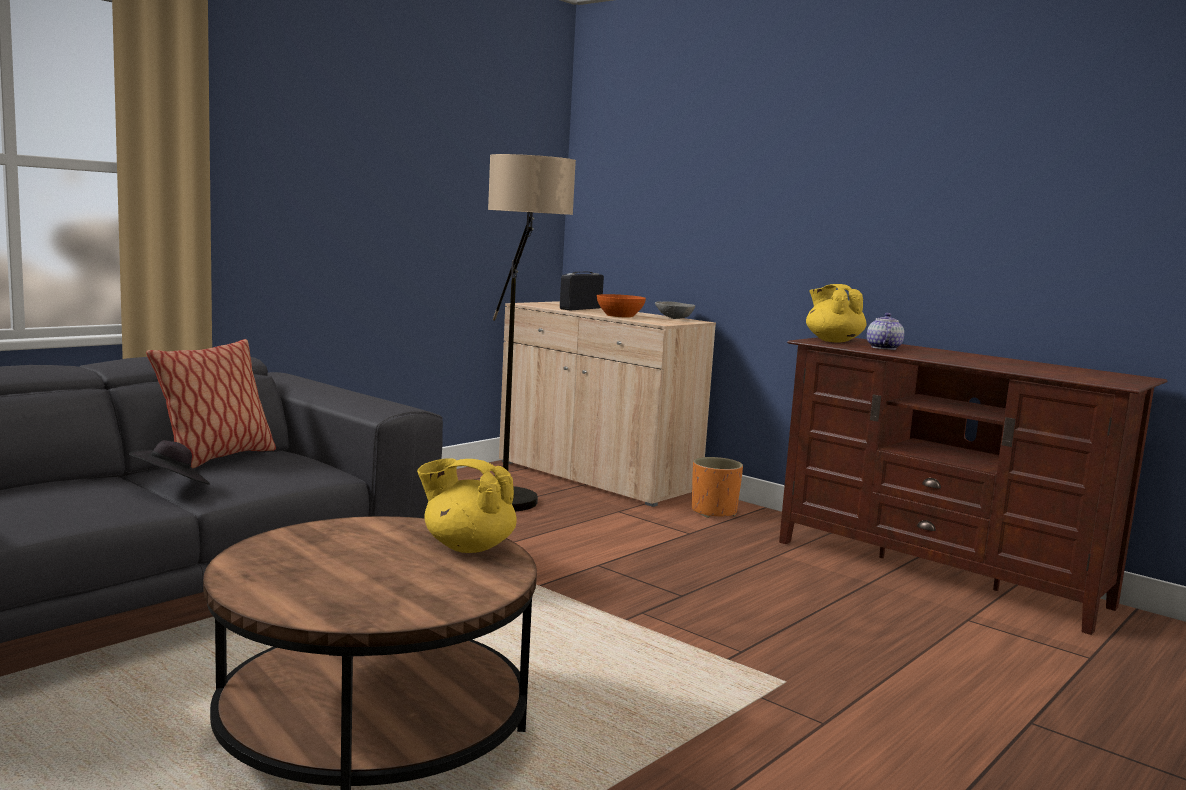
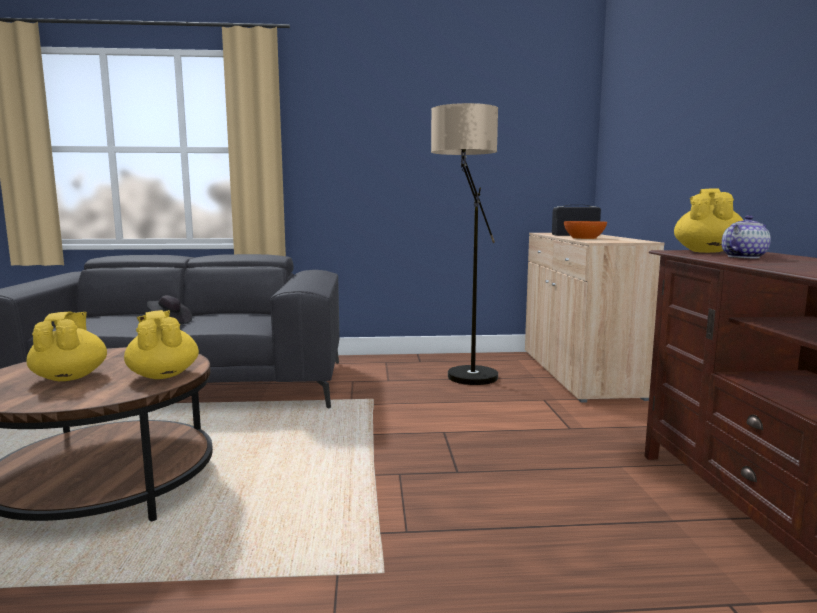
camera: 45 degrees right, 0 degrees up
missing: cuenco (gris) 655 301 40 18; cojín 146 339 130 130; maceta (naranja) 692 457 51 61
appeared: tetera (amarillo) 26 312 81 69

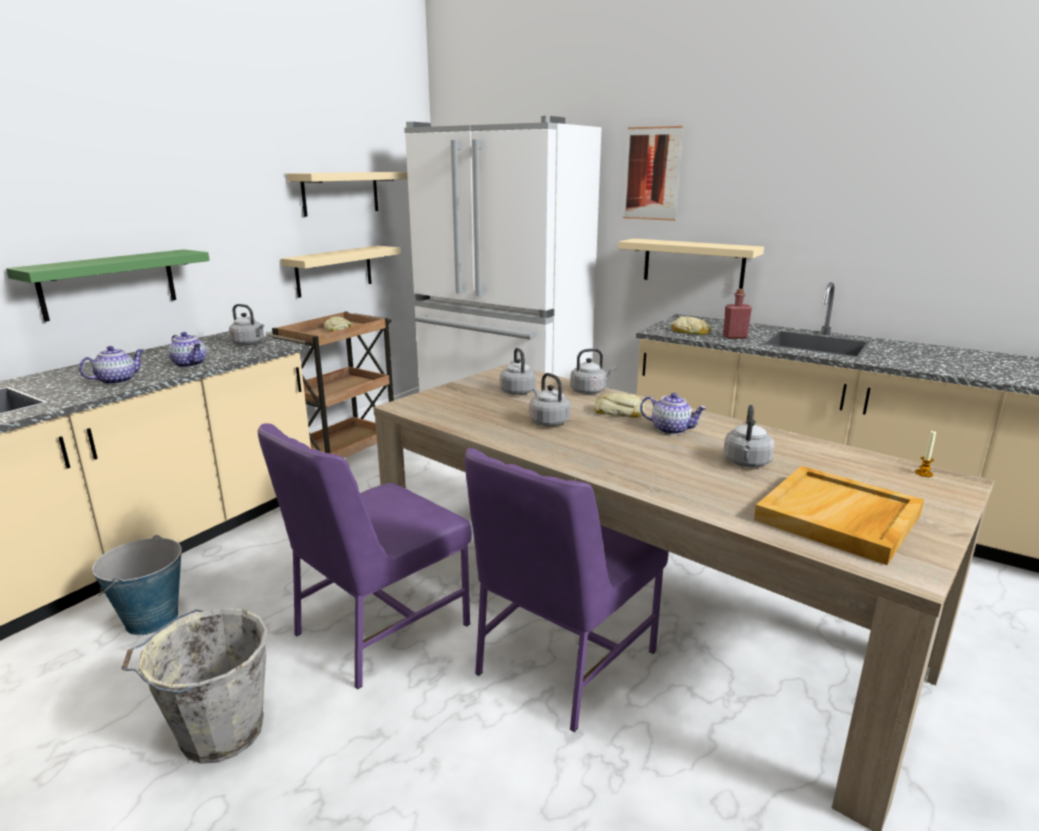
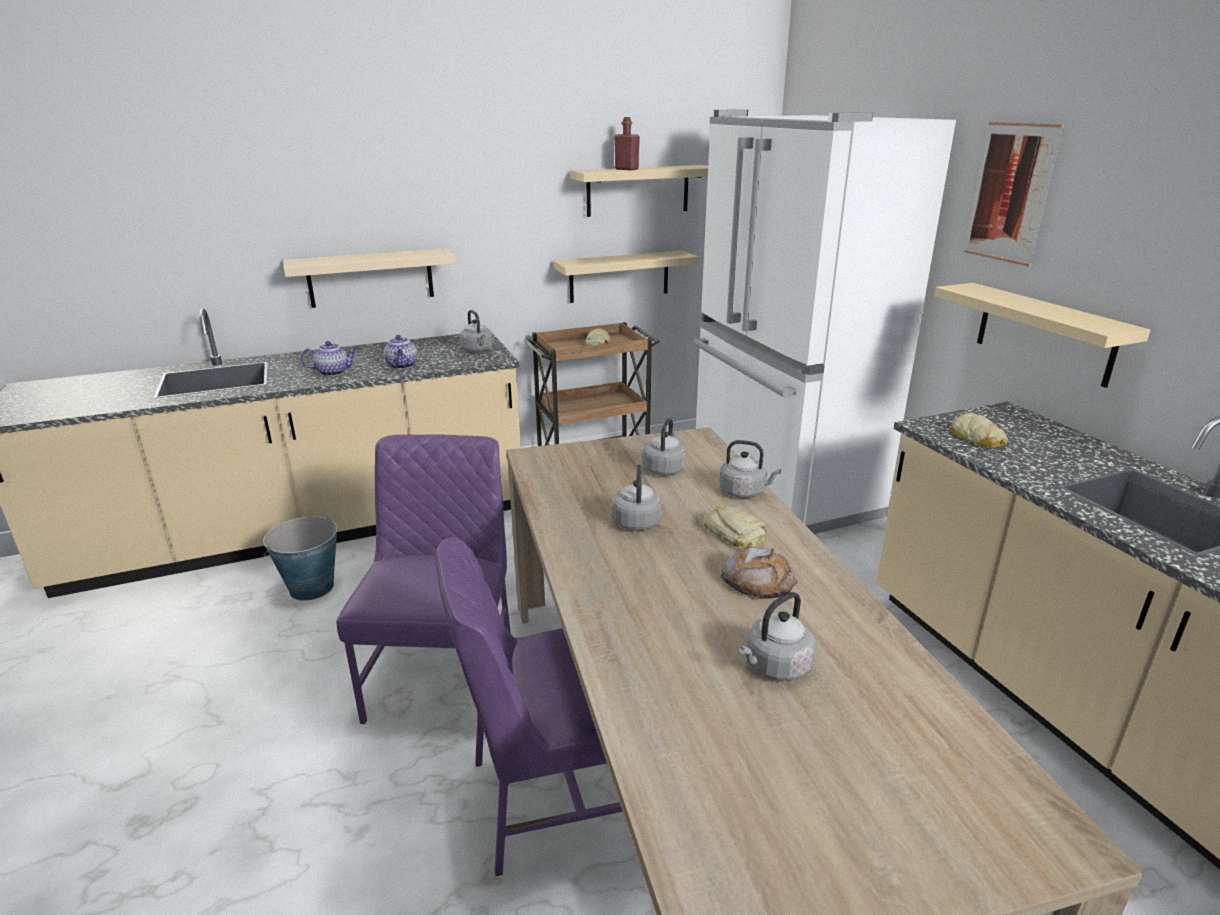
camera: 35 degrees right, 5 degrees up
missing: vela 915 431 21 46; bandeja (beis) 754 466 170 99; cubo (gris) 121 608 147 156
relocated: botella (rojo) 723 289 29 50 to 614 117 26 53
exchanged: tetera 640 393 67 42 to pan 721 546 77 54
colour: estante (verde) 6 249 204 73 to estante (beis) 283 248 172 60
spun: silla (morado) 258 423 214 267 = 336 434 175 290 105 degrees clockwise

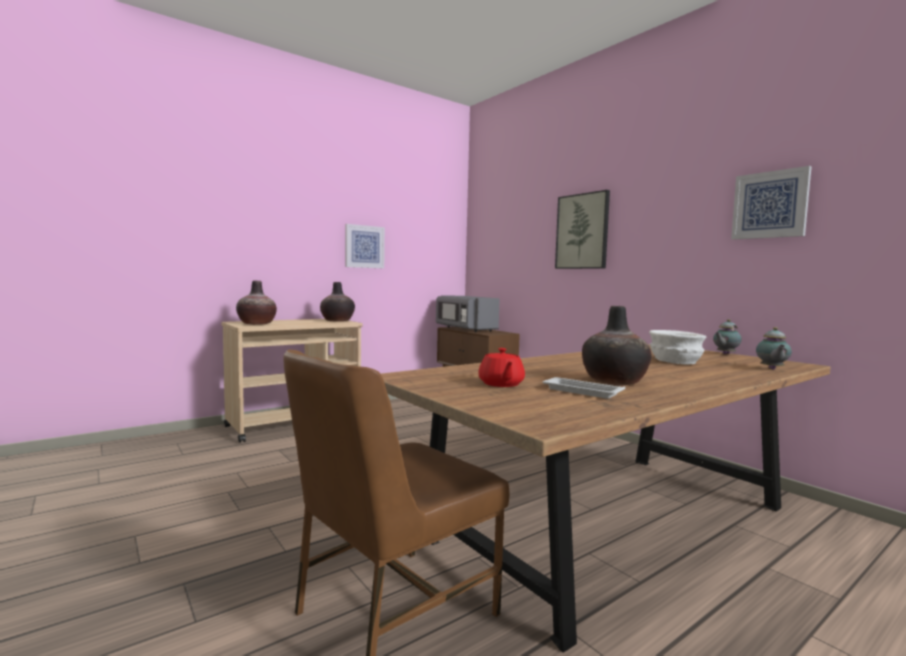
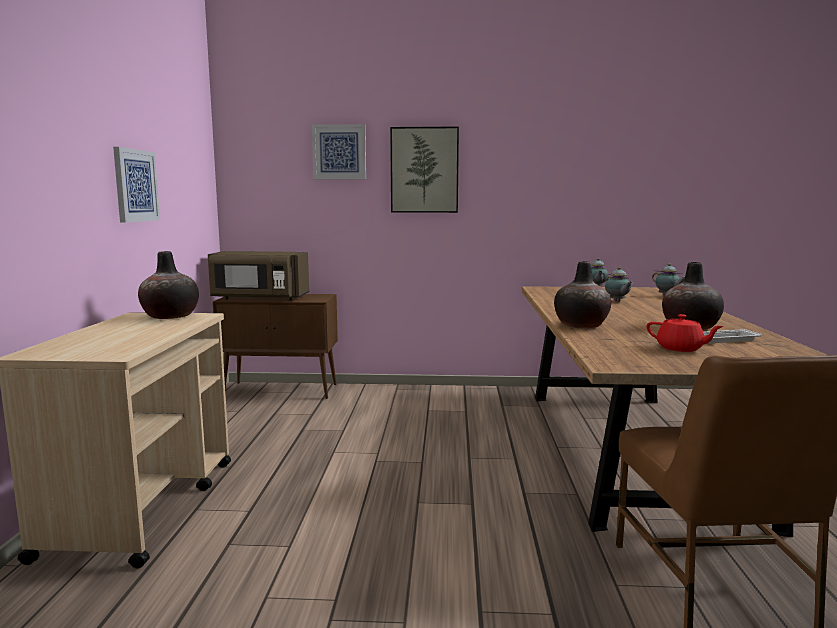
camera: 50 degrees left, 5 degrees up
relocated: cuadro 731 166 80 74 to 312 124 54 55; florero 236 281 41 44 to 554 261 57 67
exchanged: cuenco (blanco) 649 330 57 34 to tetera 605 267 27 35
colour: microondas (gris) 436 296 64 36 to microondas (marrón) 208 251 101 50

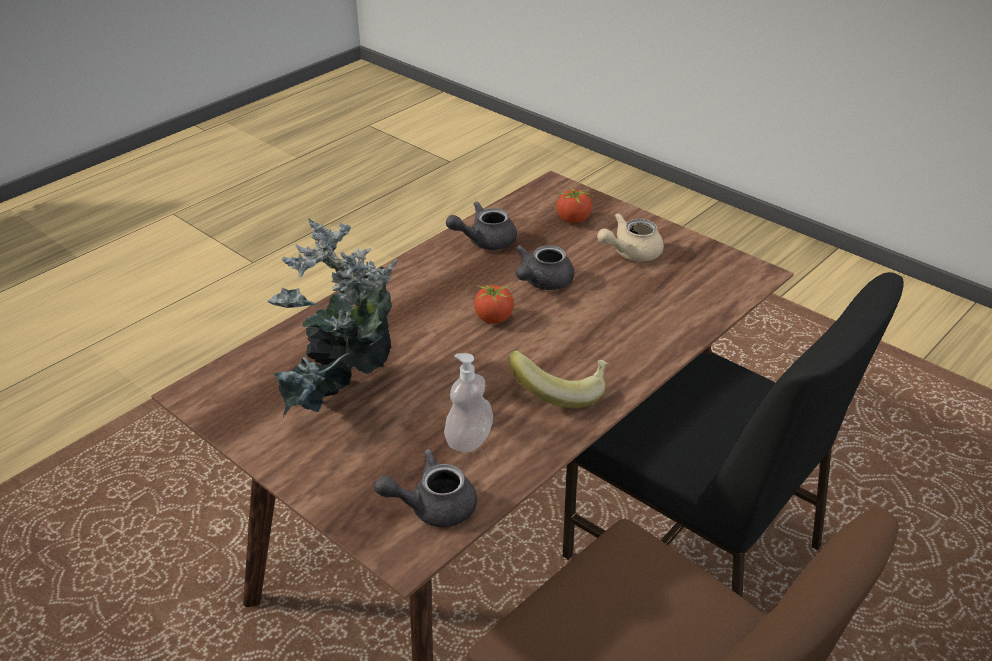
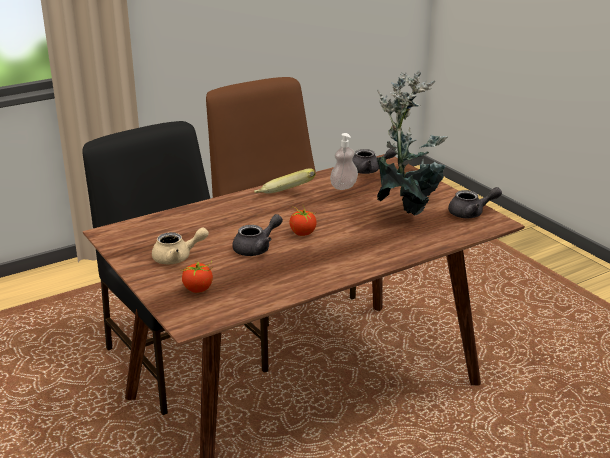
camera: 165 degrees left, 10 degrees down
relocated: tetera (gris) 446 201 71 49 to 448 187 54 31

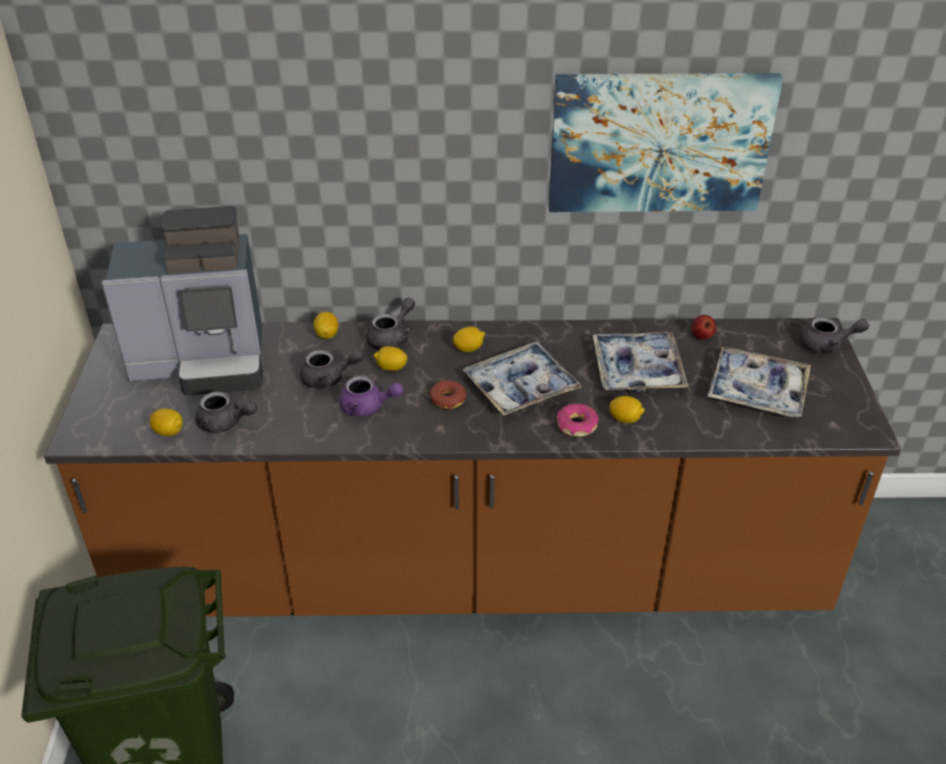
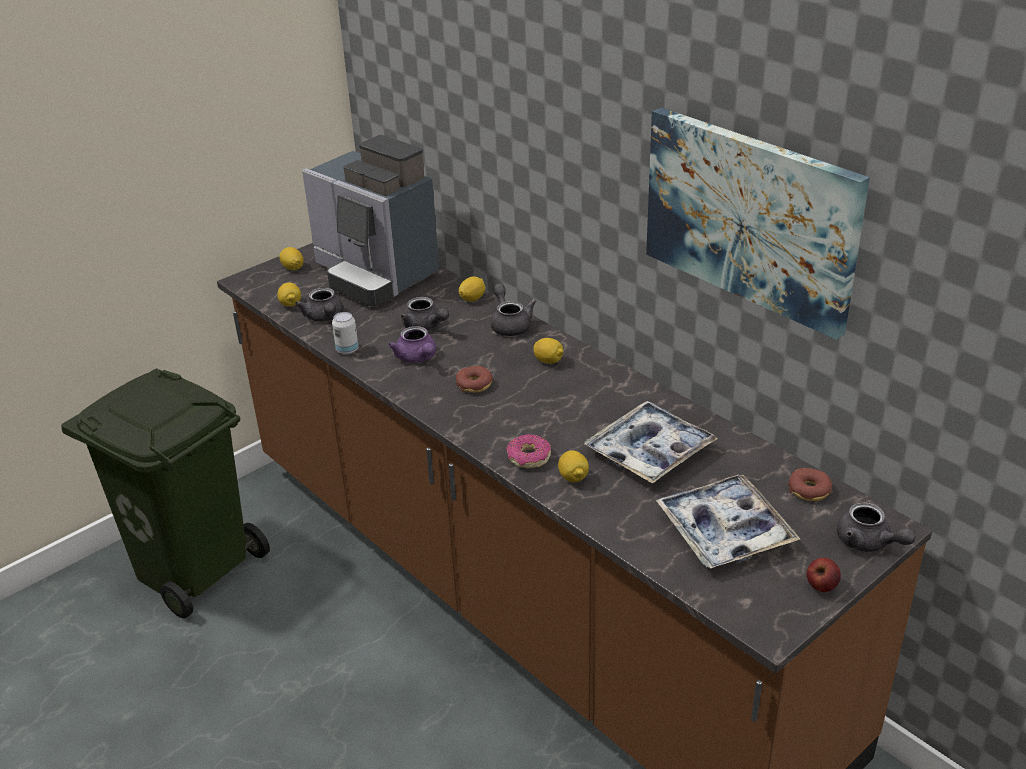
camera: 50 degrees right, 5 degrees down
missing: bandeja 463 342 119 74
appeared: lata 332 312 27 43; rosquilla 788 468 44 33
relocated: manzana 691 315 25 25 to 807 558 34 34; limón 374 346 34 25 to 279 247 25 23
spun: tetera (gris) 366 297 49 53 = 491 284 45 52 105 degrees counterclockwise

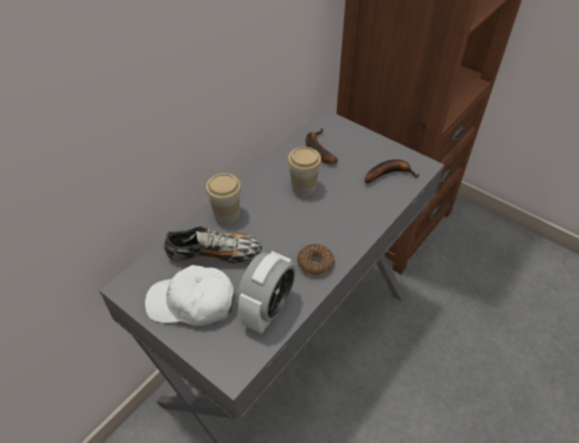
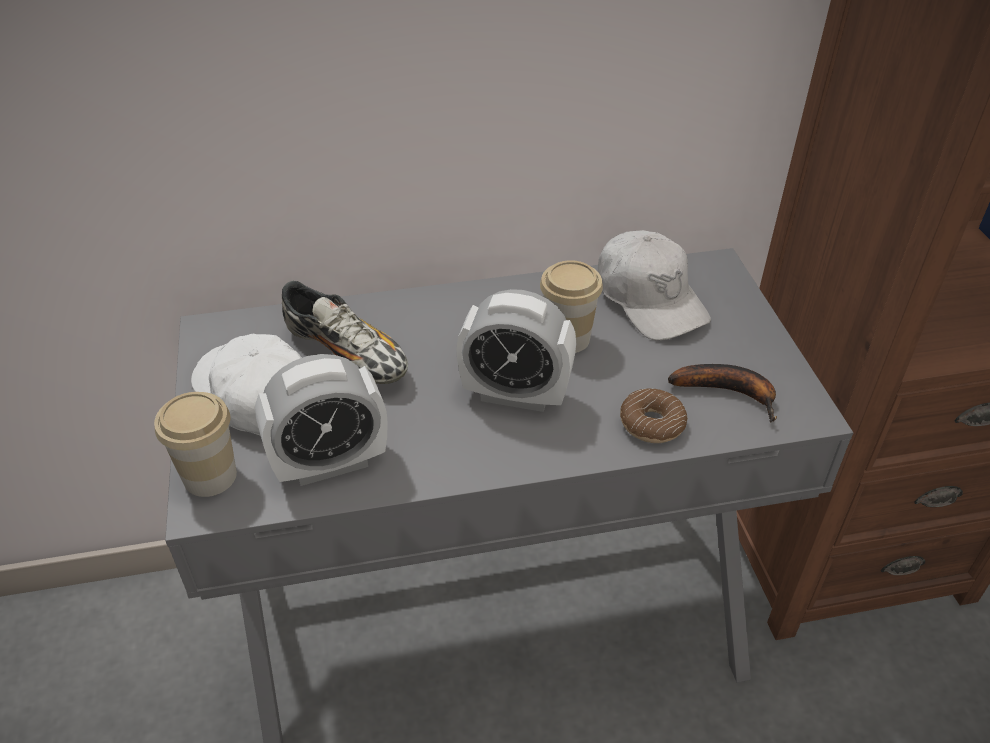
camera: 40 degrees right, 5 degrees down
appeared: despertador 456 289 120 123
relocated: taza 206 173 35 52 to 154 392 83 105; rosquilla 297 244 38 32 to 620 389 68 54
exchanged: plátano 306 128 32 36 to gorra (blanco) 598 230 113 111

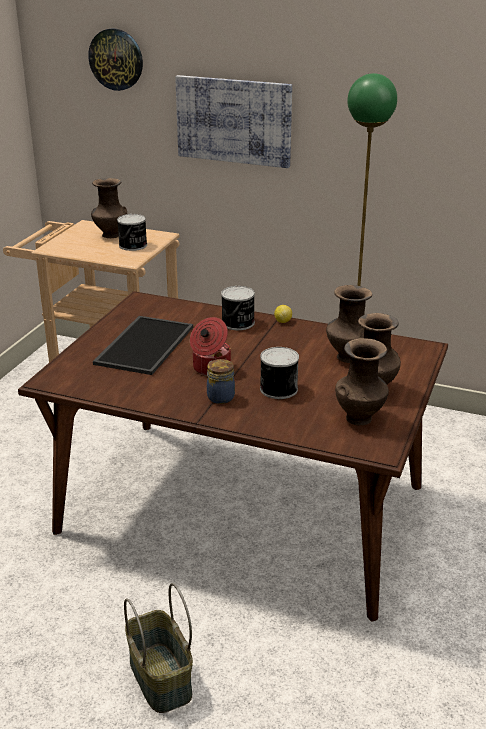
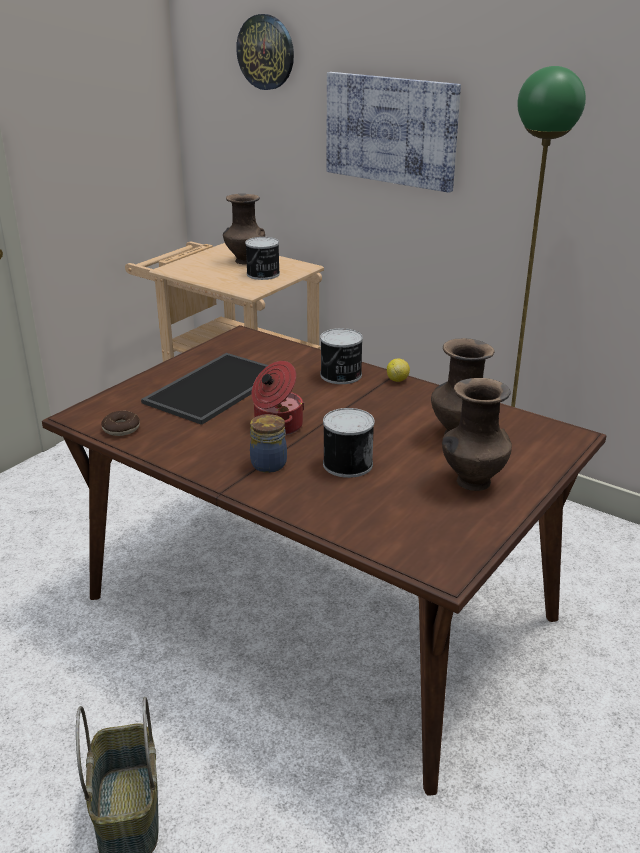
camera: 15 degrees right, 0 degrees up
missing: florero (marrón) 335 338 54 87
appeared: rosquilla 101 411 39 25

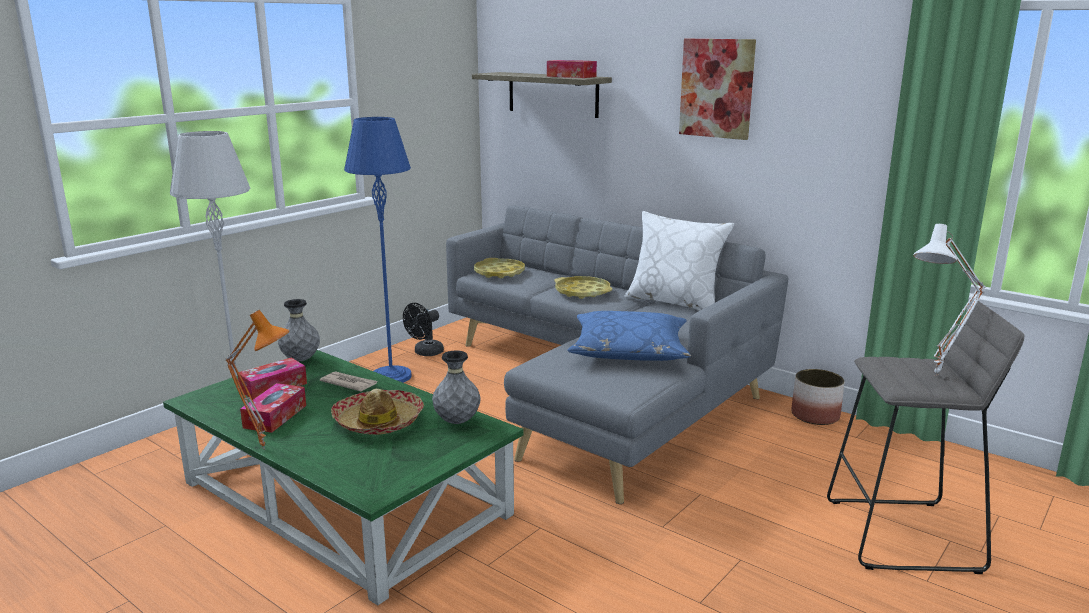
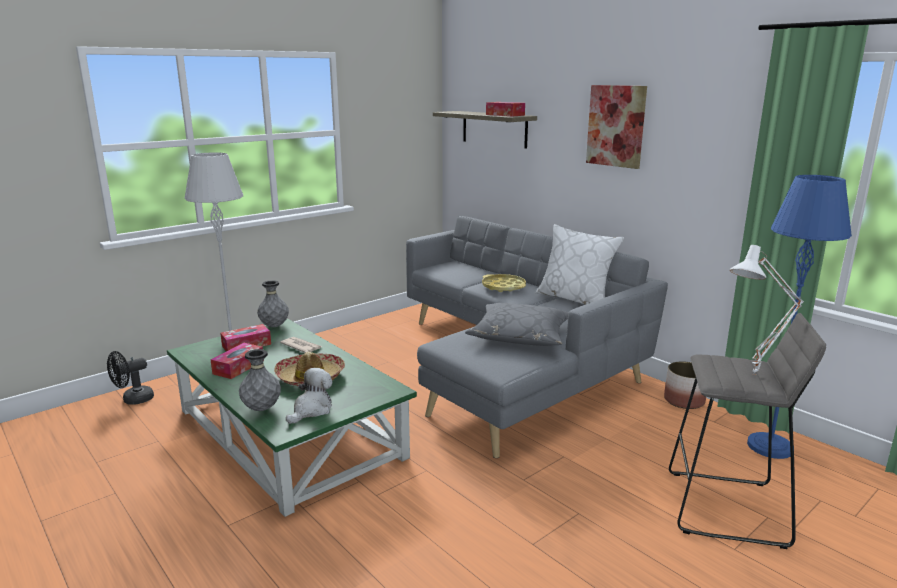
camera: 10 degrees right, 0 degrees up
missing: bandeja (amarillo) 474 258 51 20; lámpara de mesa (naranja) 225 310 65 139
appeared: peluche 286 368 46 56
relocated: lámpara de pie (azul) 344 117 67 266 to 747 175 105 284; ventilador (negro) 403 303 41 53 to 107 351 47 54; florero (gris) 432 350 49 74 to 239 349 42 62
colour: cojín (azul) 567 311 124 50 to cojín (gris) 465 303 104 43

